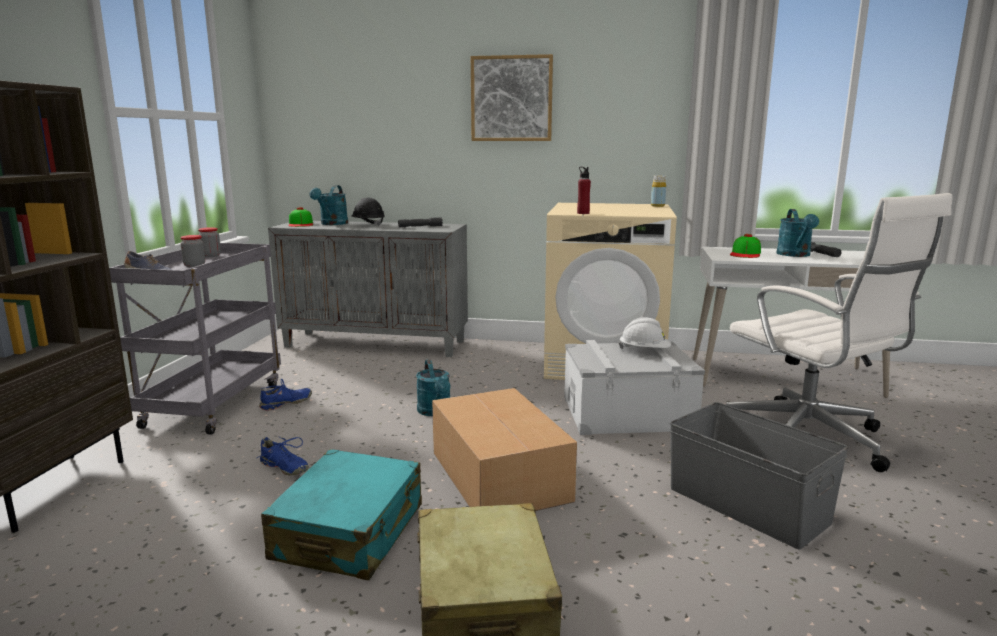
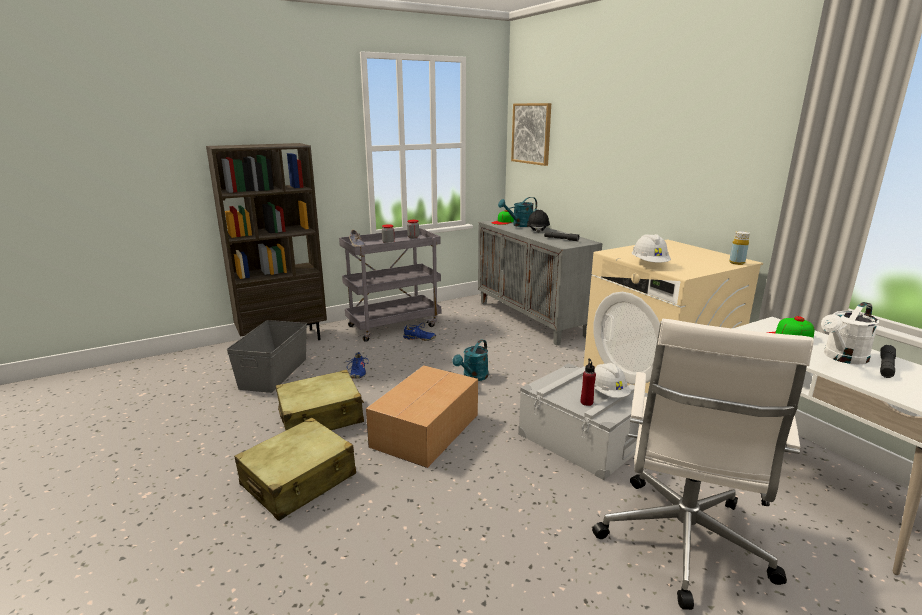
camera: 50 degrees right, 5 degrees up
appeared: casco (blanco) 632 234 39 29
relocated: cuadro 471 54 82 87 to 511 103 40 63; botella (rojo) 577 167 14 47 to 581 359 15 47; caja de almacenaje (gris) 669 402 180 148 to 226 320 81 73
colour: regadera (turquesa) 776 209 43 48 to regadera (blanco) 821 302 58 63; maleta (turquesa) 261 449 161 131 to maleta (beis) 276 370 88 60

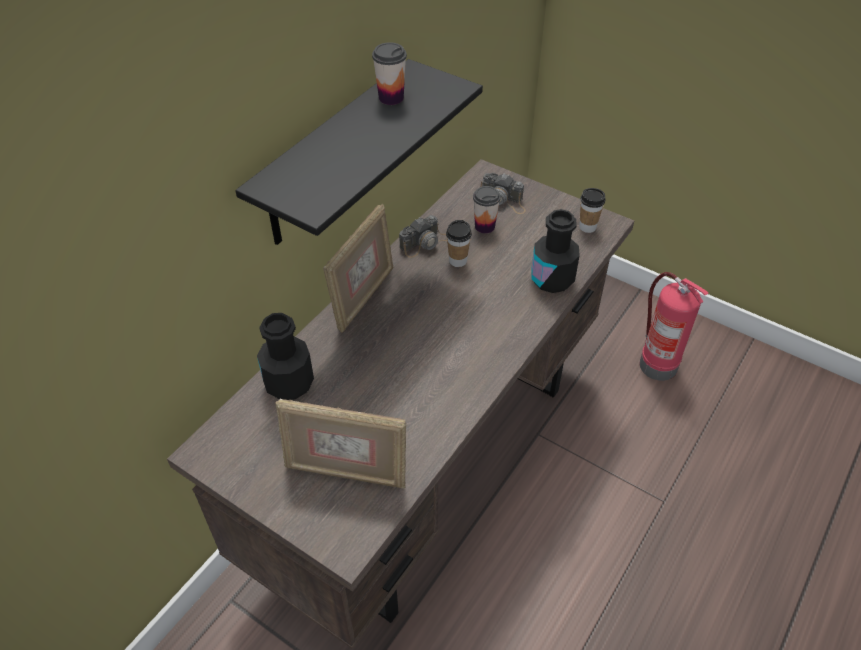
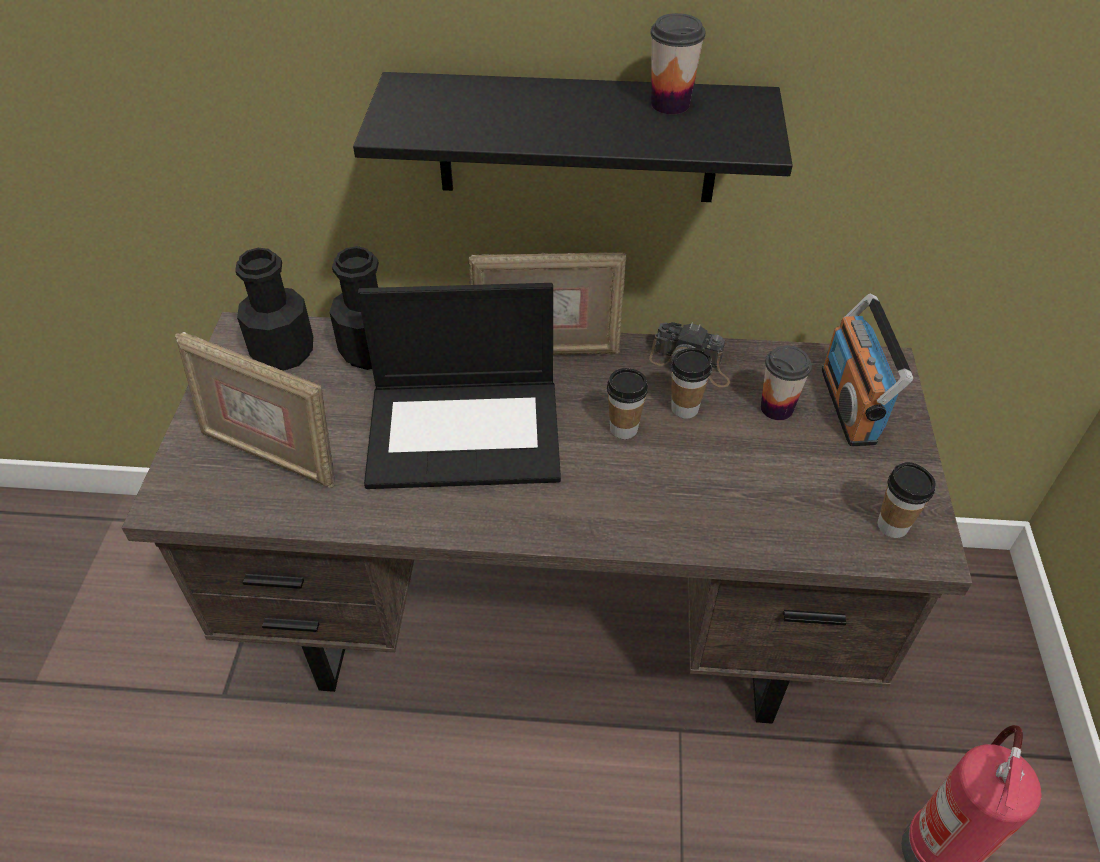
camera: 60 degrees right, 0 degrees up
appeared: portátil 358 283 203 206; taza 607 368 41 71
relocated: botella (negro) 531 209 49 84 to 235 248 78 123
exchanged: cámara 480 173 46 41 to radio 821 294 93 152
spun: portarretratos 276 399 130 90 = 175 332 160 156 45 degrees counterclockwise

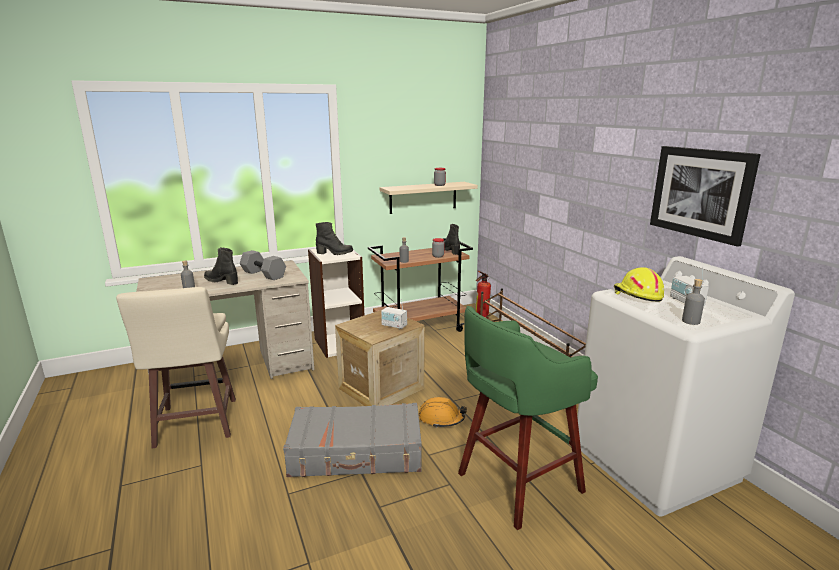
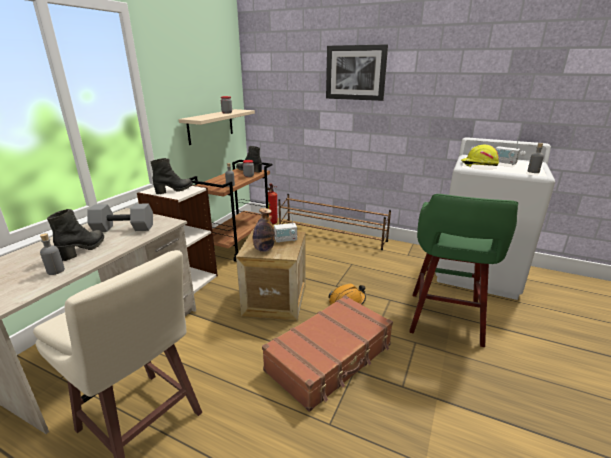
camera: 40 degrees left, 5 degrees up
appeared: botella 253 208 22 44
relocated: cuadro 650 146 111 101 to 326 44 62 57
colour: maleta (gris) 283 403 139 74 to maleta (marrón) 262 295 131 117
spun: bota (negro) 204 247 34 38 = 47 209 57 52 120 degrees clockwise

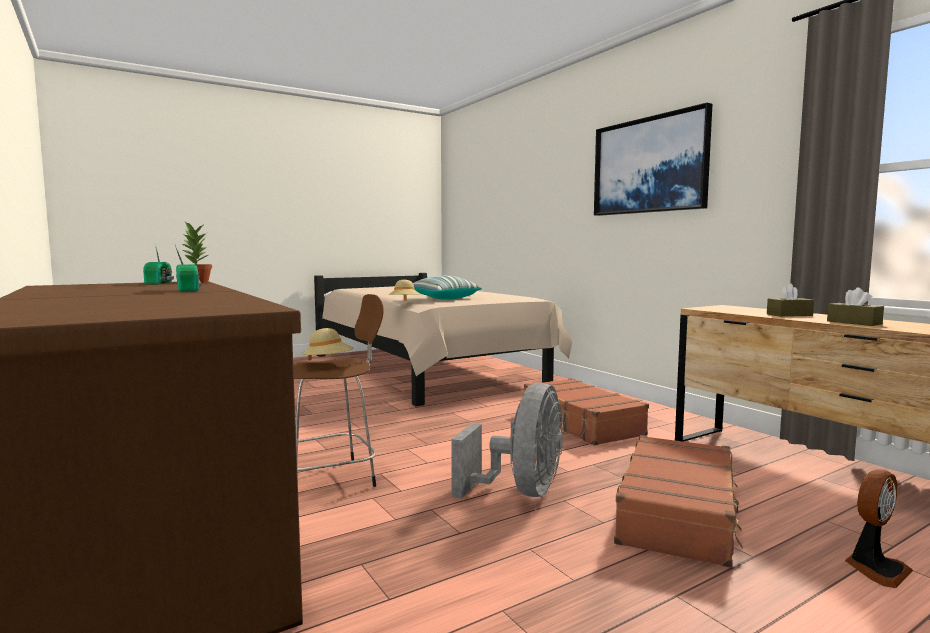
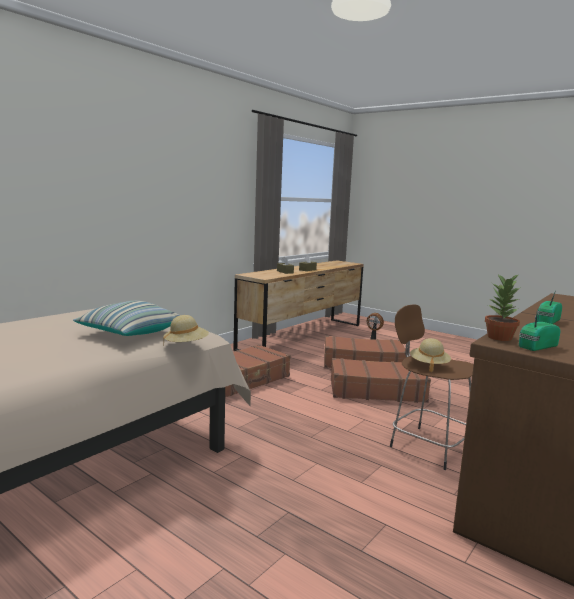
camera: 110 degrees left, 5 degrees up
missing: cuadro 594 103 118 113
exchanged: ventilador (gris) 451 383 112 116 to maleta (marrón) 331 358 100 45

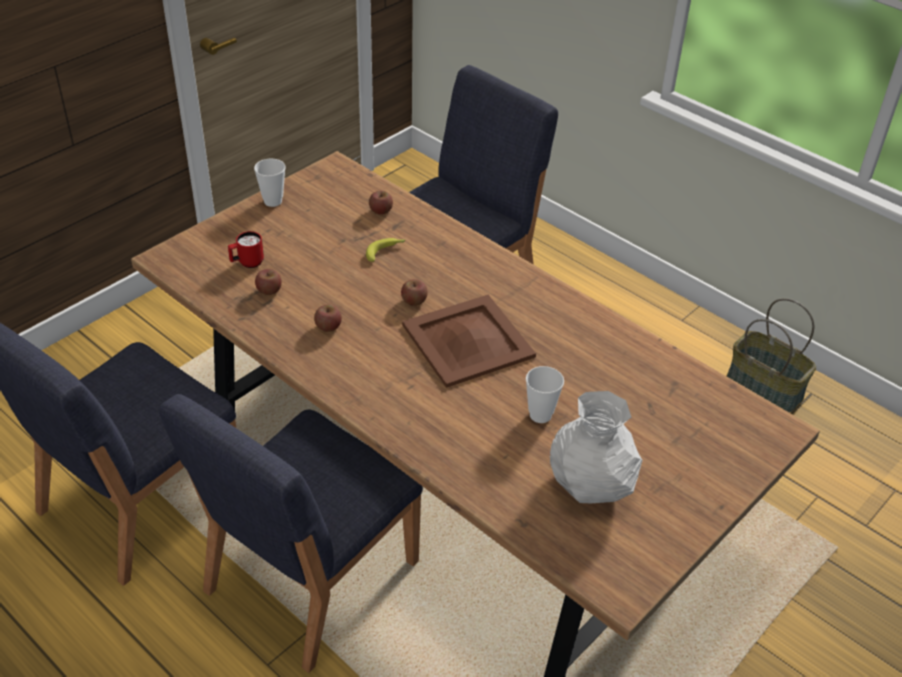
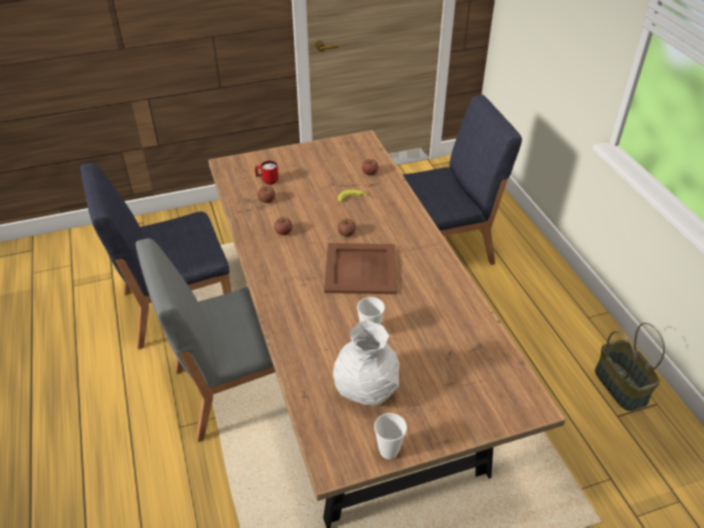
camera: 30 degrees right, 0 degrees up
relocated: taza 254 159 32 48 to 374 413 33 46
colour: silla (azul) 159 394 264 279 to silla (gris) 136 238 139 204

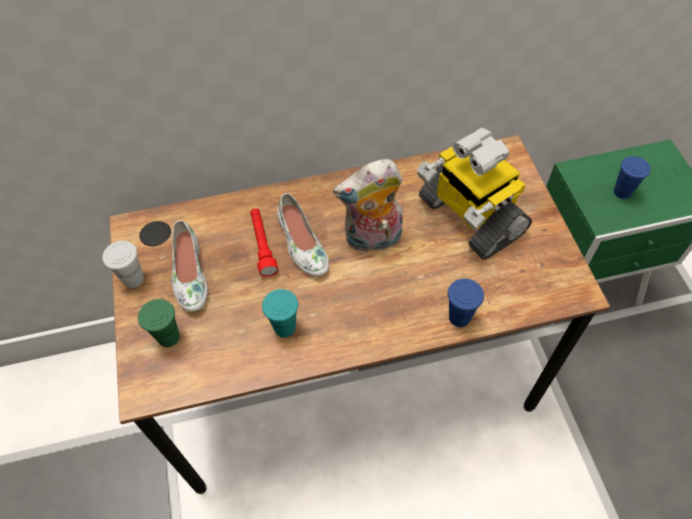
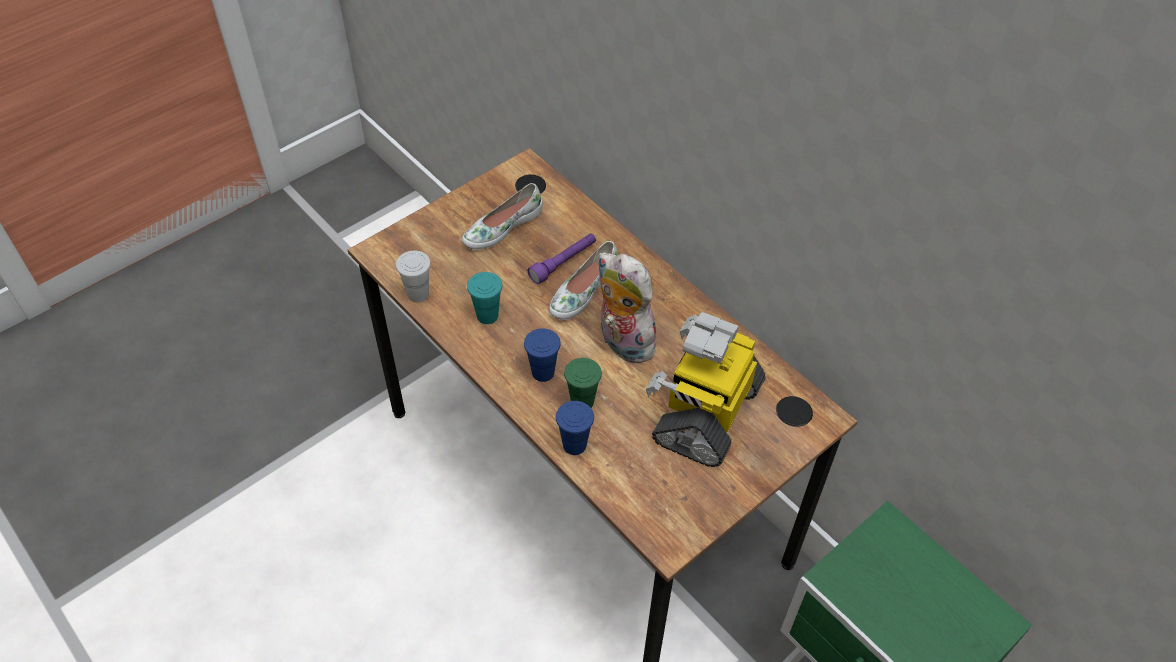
camera: 60 degrees right, 5 degrees down
relocated: taza (azul) 614 156 37 43 to 524 328 37 54; taza (blanco) 102 241 42 47 to 396 251 35 52; taza (verde) 138 299 42 48 to 564 358 38 50
colour: linterna (rojo) 250 208 28 69 to linterna (morado) 528 233 68 51

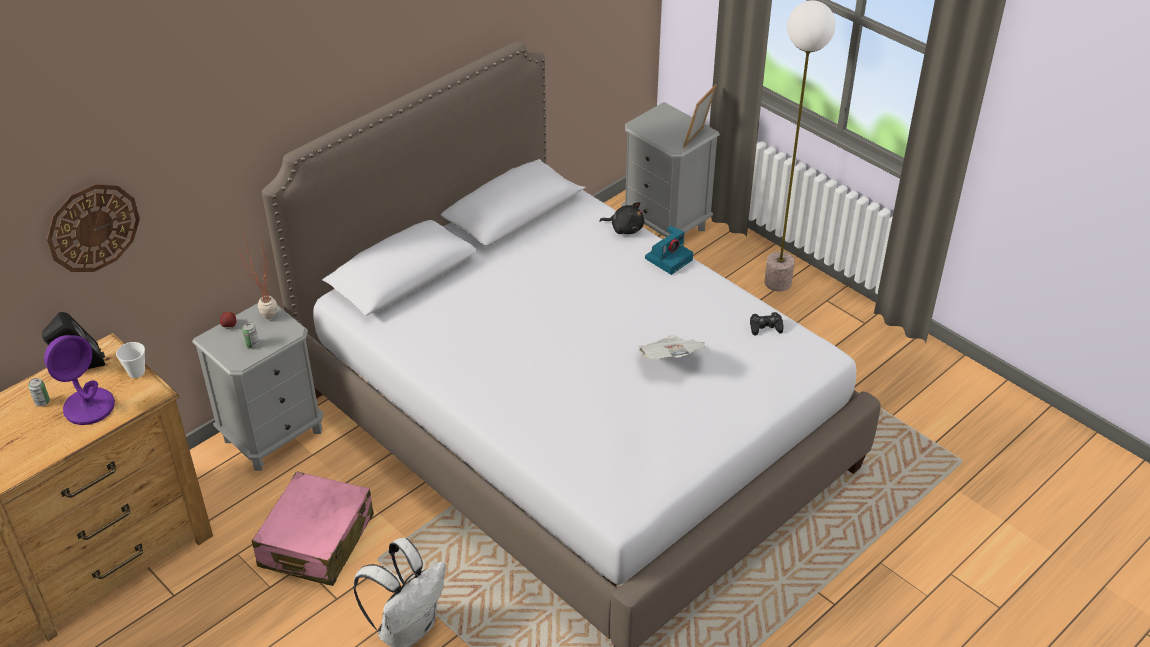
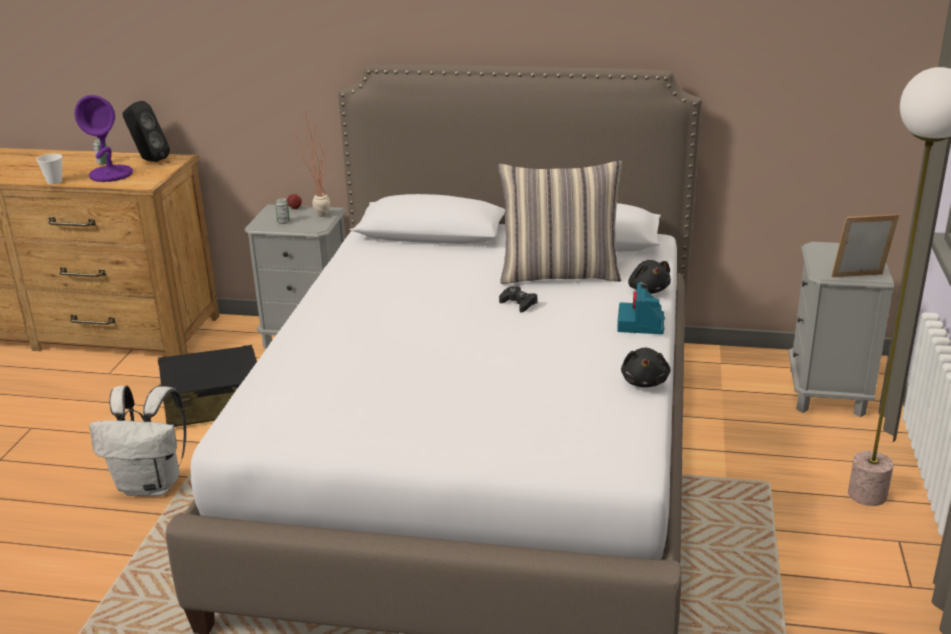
camera: 55 degrees right, 15 degrees down
missing: reloj de pared 47 184 93 88; periódico 639 335 66 24
appeared: cojín 498 161 124 123; peluche (negro) 621 348 50 40
relocated: mando de consola (negro) 750 312 34 24 to 499 286 39 27; taza 116 342 29 36 to 36 154 26 30
colour: maleta (rosa) 252 472 122 114 to maleta (negro) 158 345 99 82
spun: cámara 645 225 48 50 = 617 283 48 51 90 degrees clockwise

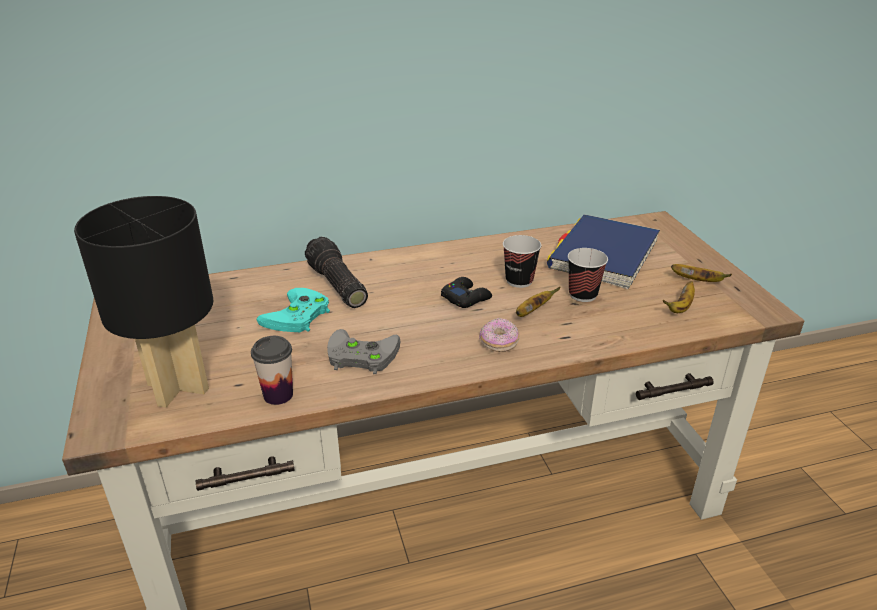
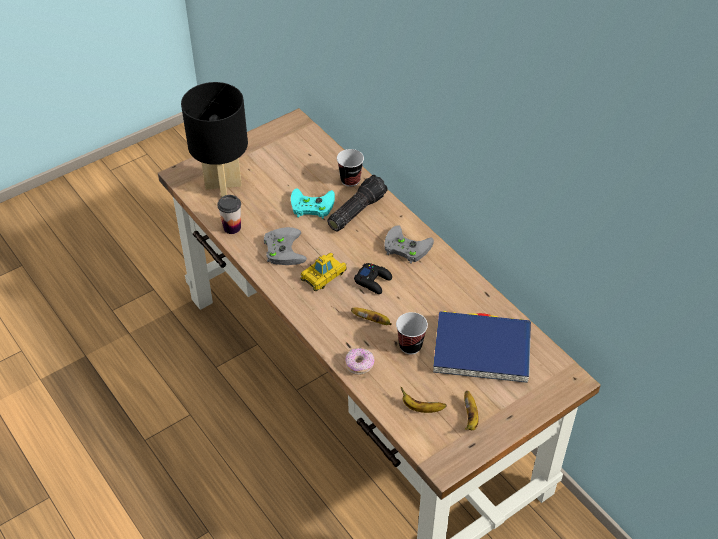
camera: 70 degrees right, 15 degrees up
appeared: mando de consola (gris) 384 225 50 39; coche de juguete 300 253 47 38
relocated: taza 503 235 38 53 to 337 149 27 38; rosquilla 479 318 41 34 to 345 348 30 27

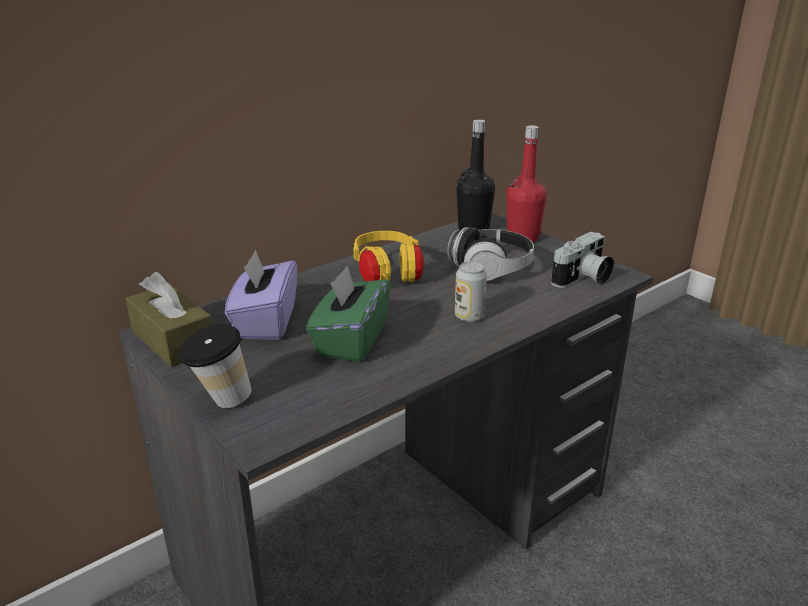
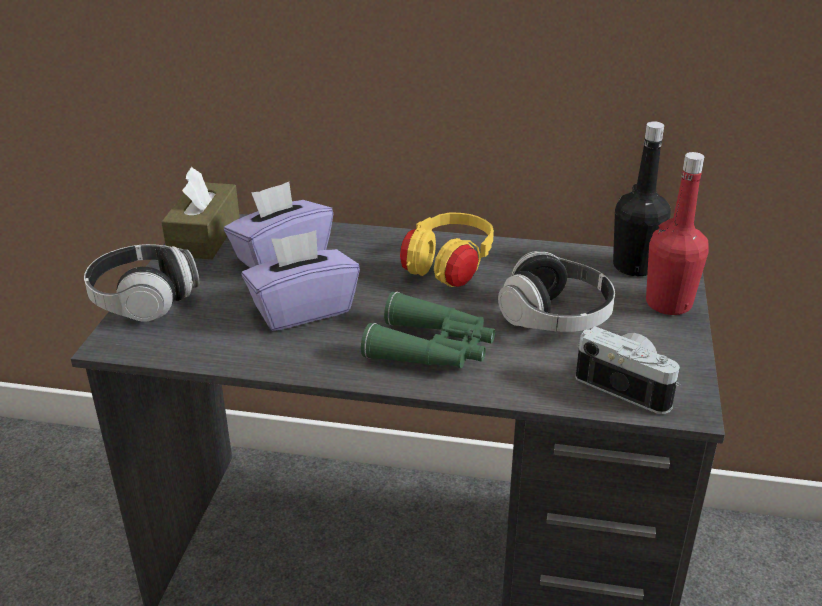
camera: 50 degrees right, 5 degrees up
exchanged: lata 455 261 32 61 to prismáticos (verde) 361 292 134 76; taza 179 324 73 84 to auriculares 84 244 115 78
colour: caja de pañuelos (verde) 306 266 85 96 to caja de pañuelos (morado) 242 230 118 101
spun: cámara 551 232 63 56 = 576 326 104 88 150 degrees counterclockwise

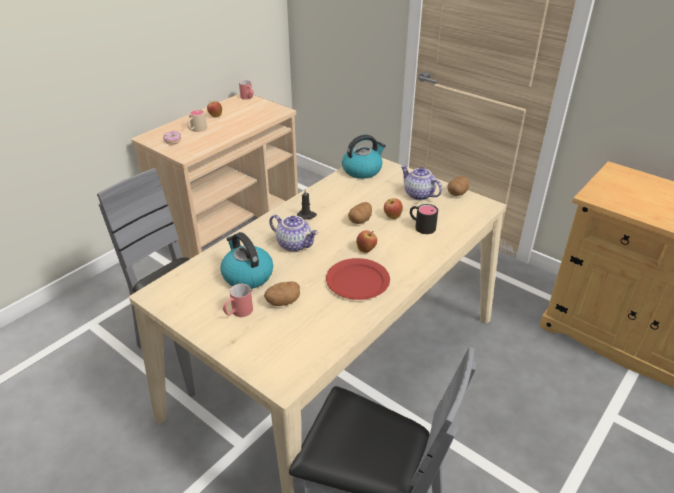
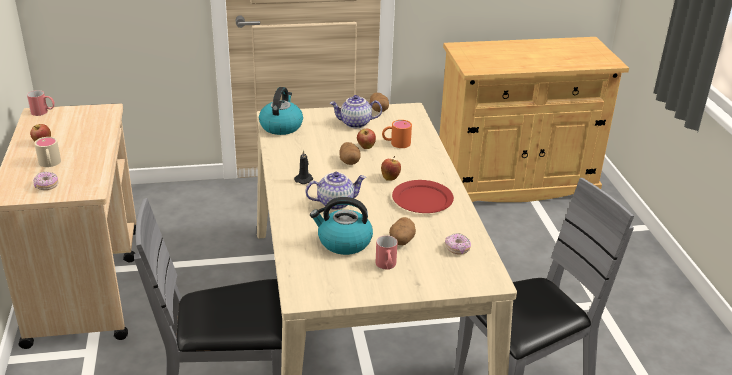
camera: 50 degrees left, 5 degrees down
appeared: rosquilla 445 233 26 22
colour: taza grande (negro) 410 204 28 30 to taza grande (naranja) 382 120 30 28

